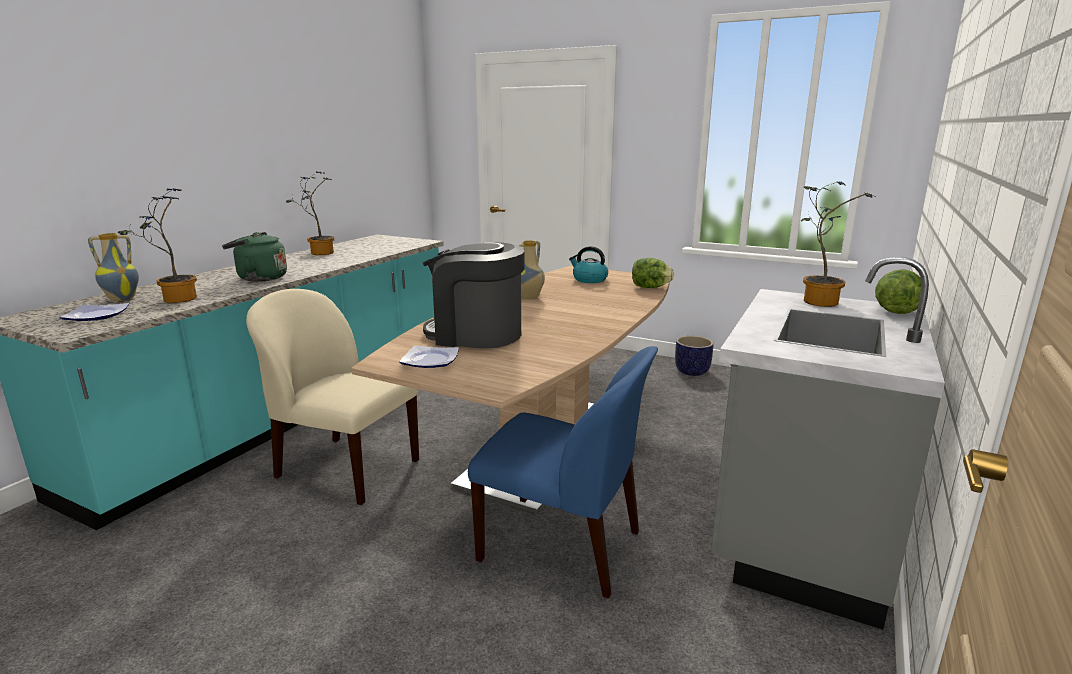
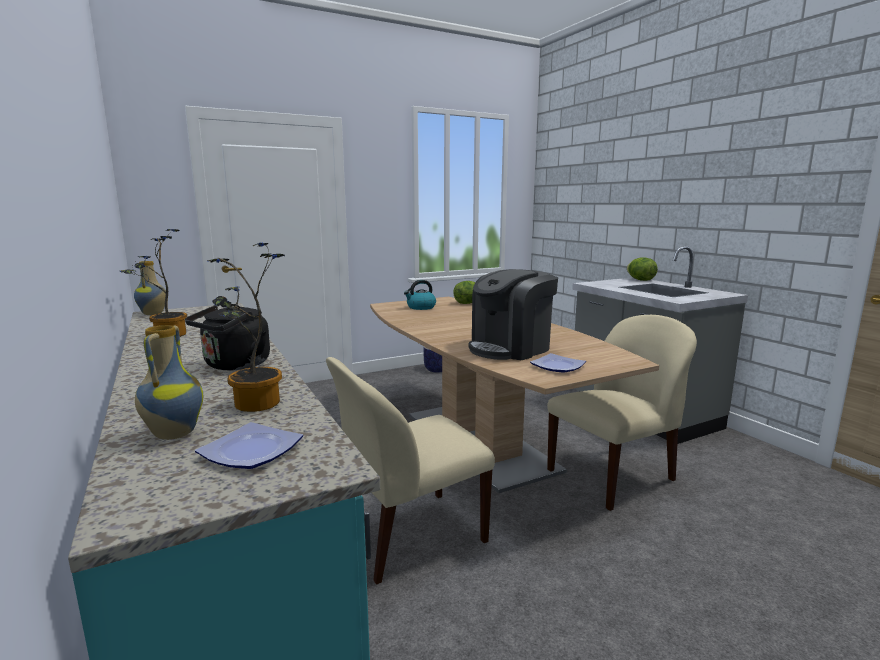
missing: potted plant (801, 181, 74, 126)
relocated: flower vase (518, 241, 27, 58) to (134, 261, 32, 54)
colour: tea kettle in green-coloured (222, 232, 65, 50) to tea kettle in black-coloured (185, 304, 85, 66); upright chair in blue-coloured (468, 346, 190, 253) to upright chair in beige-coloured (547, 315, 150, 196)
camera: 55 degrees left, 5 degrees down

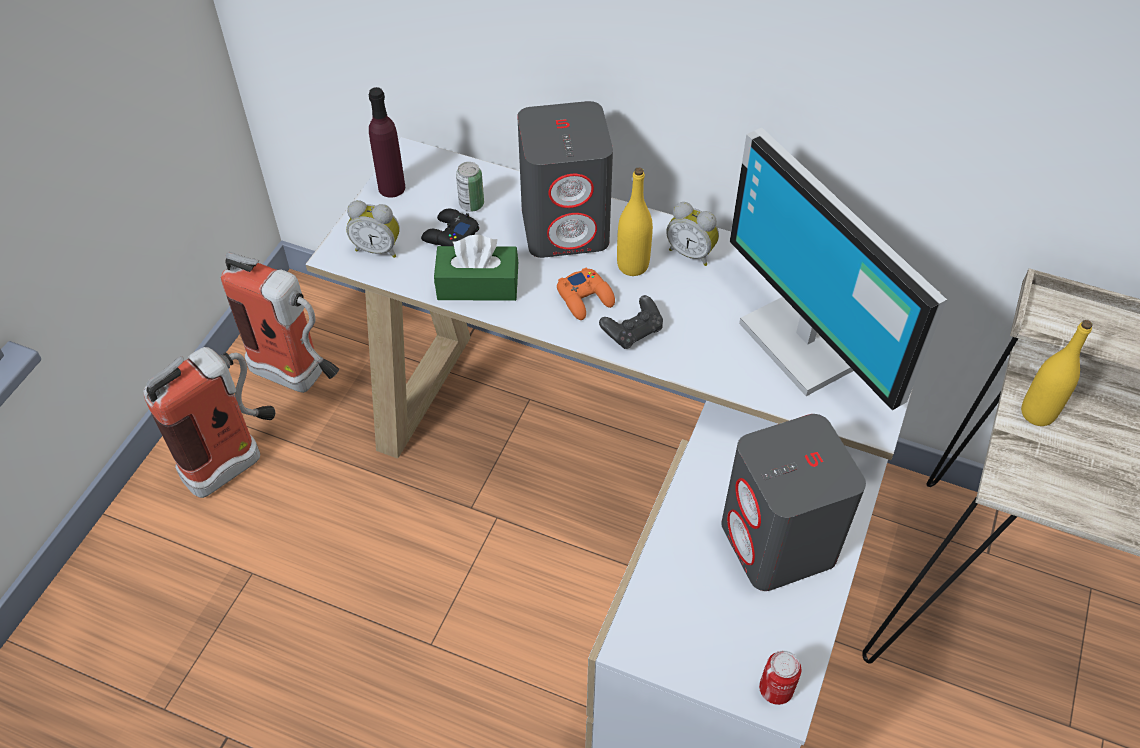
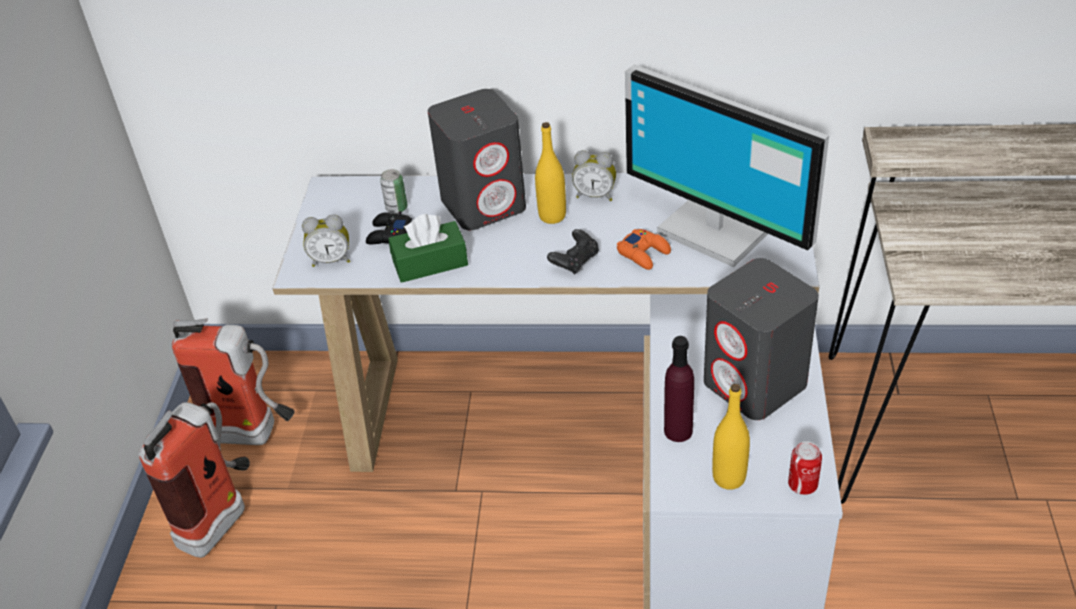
relocated: gamepad in orangey (557, 267, 58, 53) to (617, 229, 54, 41); drink bottle in purple-coloured (369, 87, 36, 111) to (664, 336, 30, 106); drink bottle in yellow (1021, 320, 71, 106) to (712, 384, 38, 106)
camera: 15 degrees left, 10 degrees down

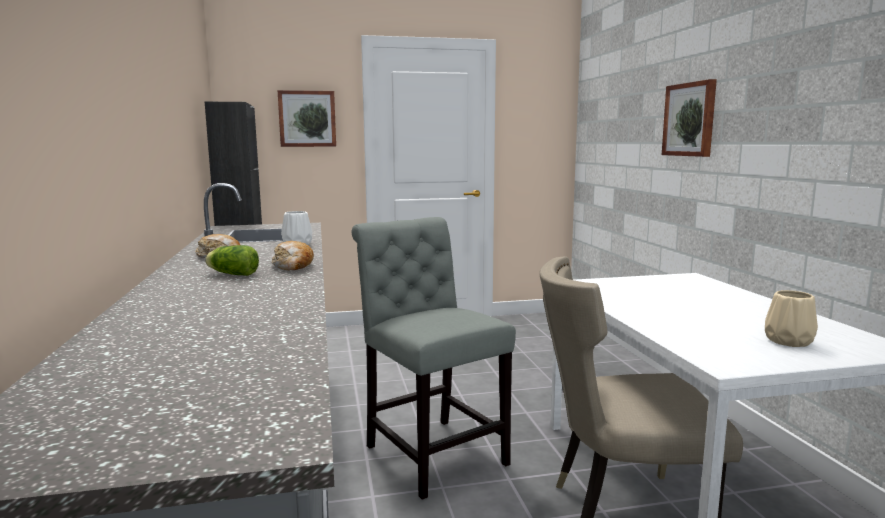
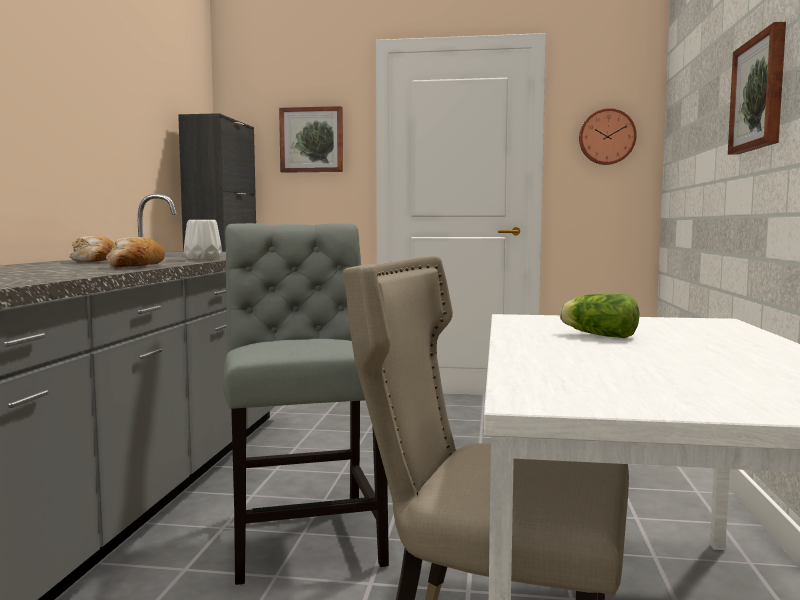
missing: flower vase in beige-coloured (765, 290, 53, 57)
appeared: wall clock (579, 108, 58, 57)
relocated: head of lettuce (205, 245, 54, 31) to (560, 294, 79, 44)
camera: 20 degrees right, 5 degrees down

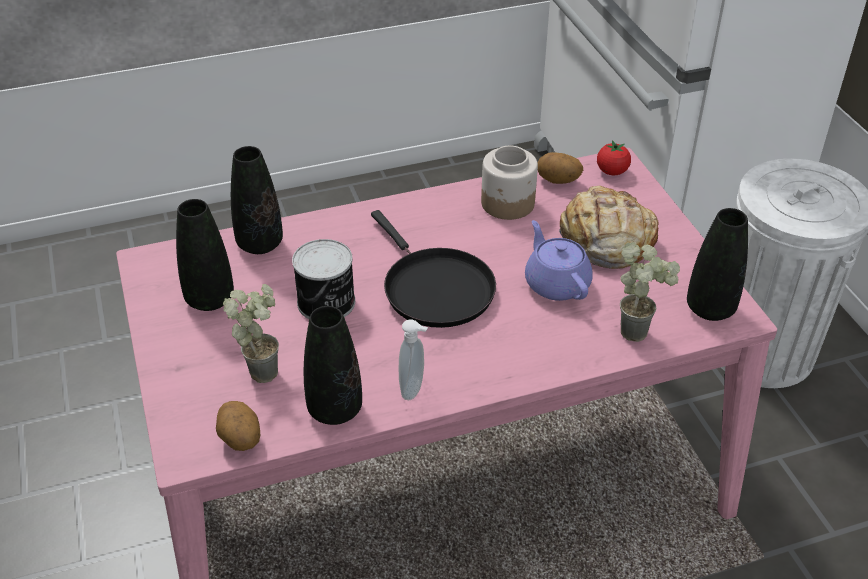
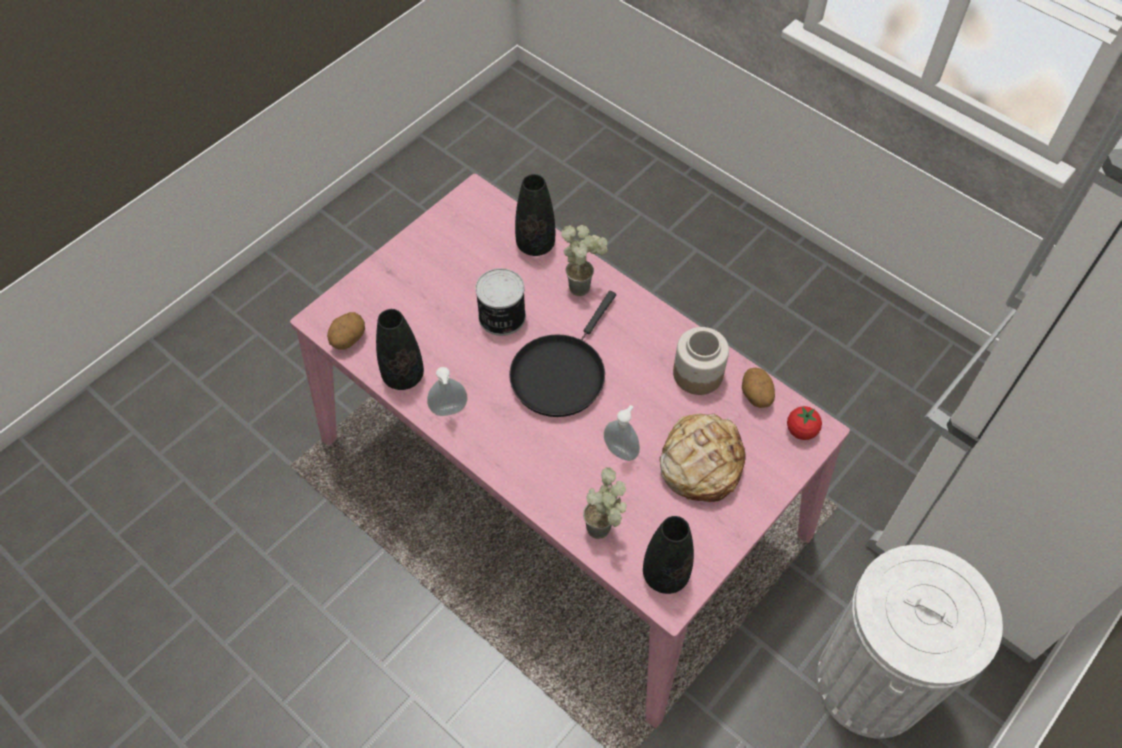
missing: flower vase in black-coloured (176, 199, 58, 112)
relocated: potted plant (223, 284, 56, 99) to (561, 225, 46, 71)
exchanged: pot for tea in purple-coloured (525, 220, 68, 81) to liquid soap bottle (604, 405, 36, 56)
camera: 60 degrees right, 15 degrees up

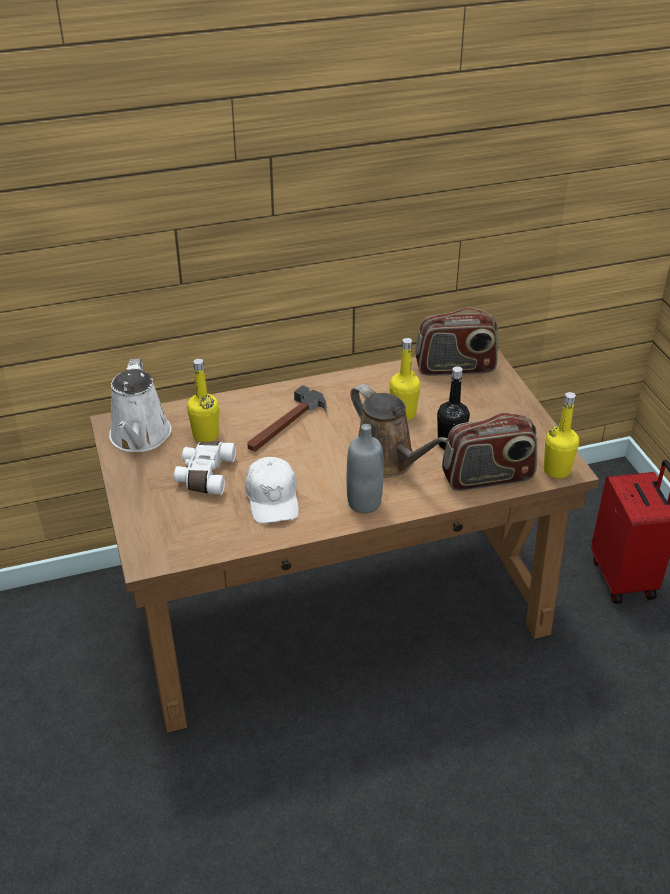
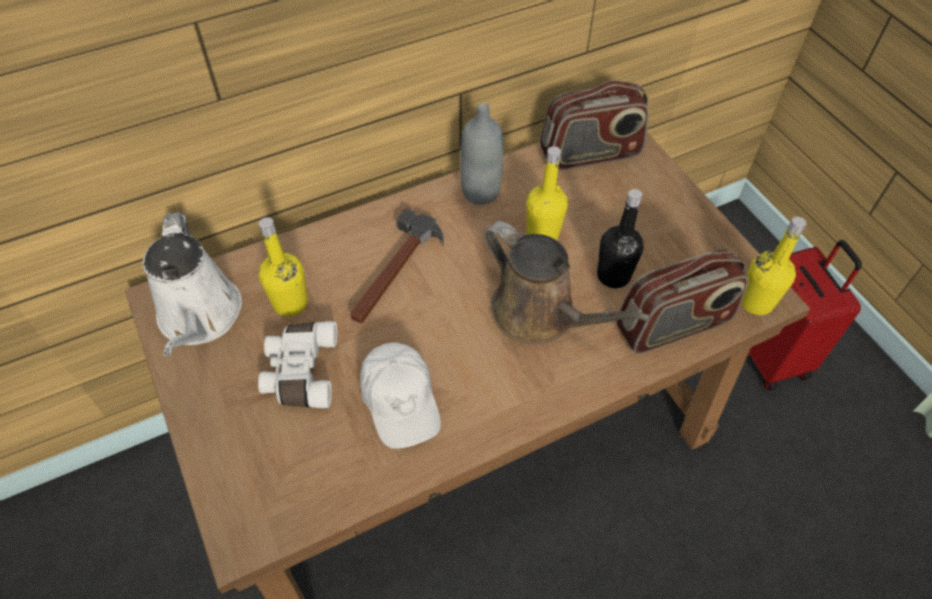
relocated: drink bottle in grey (347, 424, 37, 89) to (460, 103, 43, 102)
camera: 10 degrees left, 15 degrees up

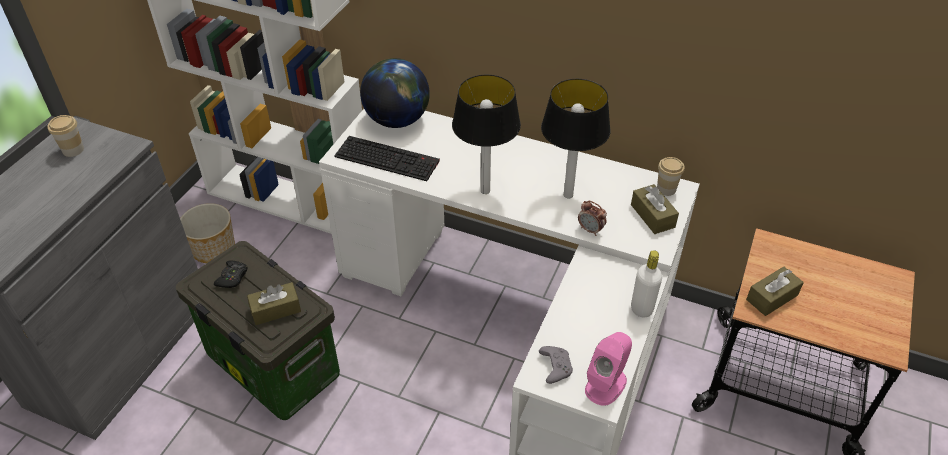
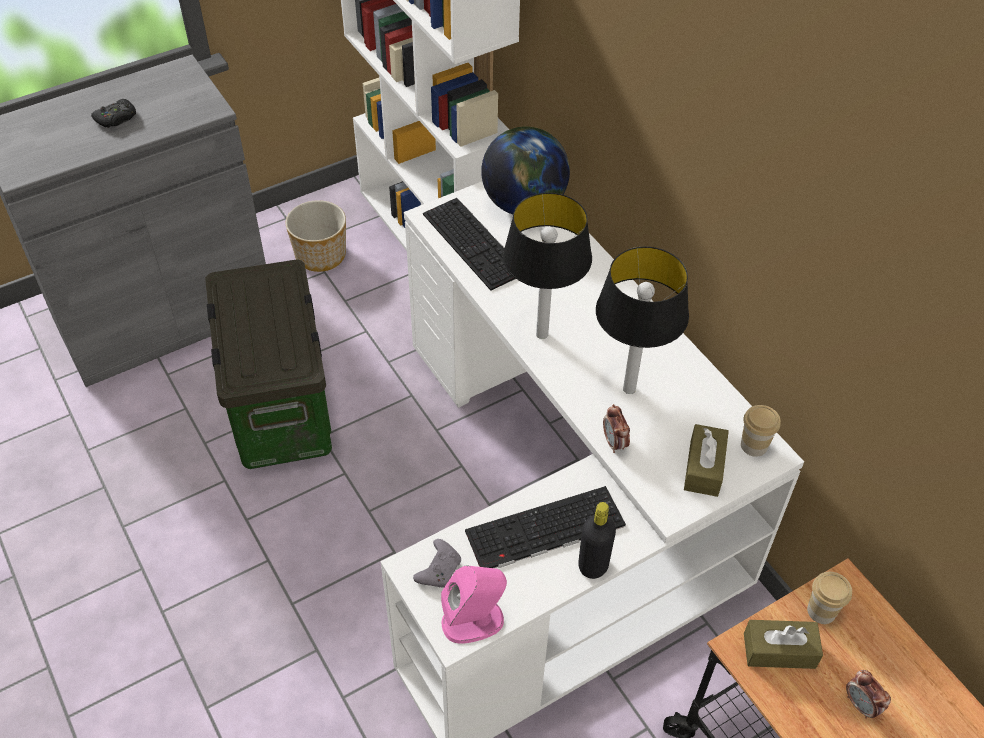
missing: tissue box in brown (247, 282, 54, 43)
appeared: computer keyboard (465, 486, 161, 82); bedside clock (846, 670, 45, 49)
relocated: gamepad in black-coloured (214, 261, 34, 27) to (91, 99, 45, 29); cup (47, 115, 37, 42) to (807, 572, 45, 52)
colour: drink bottle in white-coloured (631, 250, 31, 67) to drink bottle in black-coloured (578, 502, 38, 77)
camera: 35 degrees right, 5 degrees up

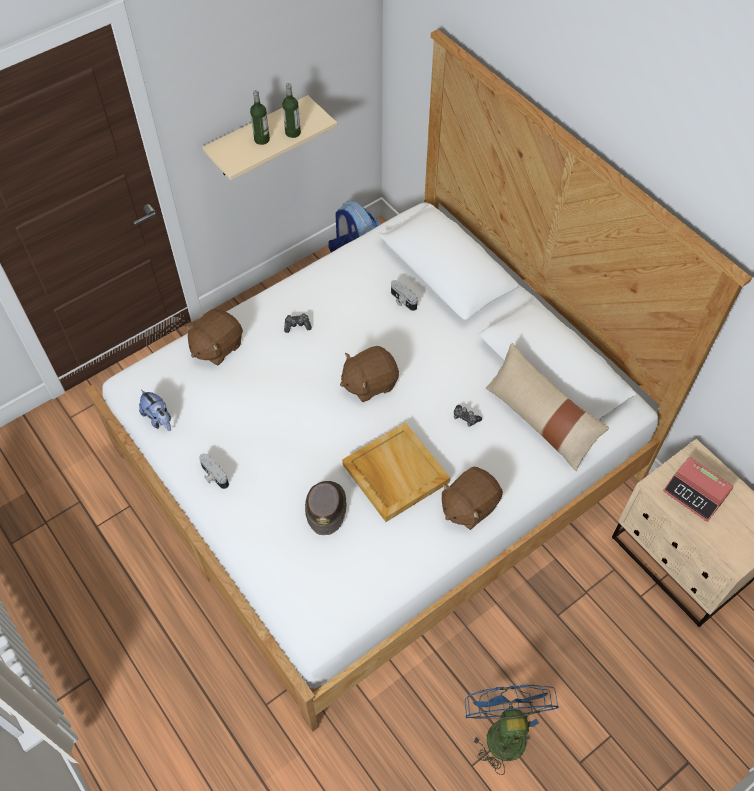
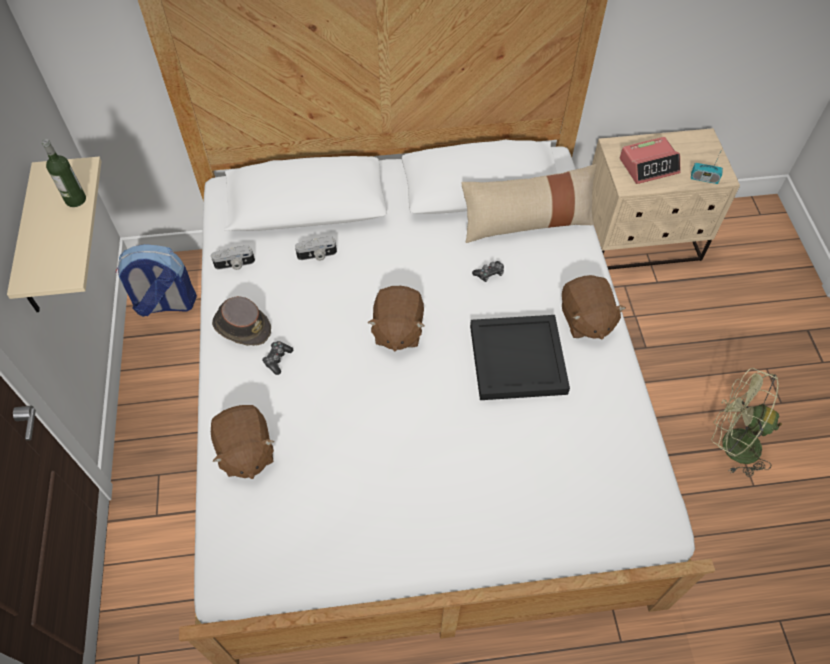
missing: soft toy (139, 389, 32, 42); drink bottle (250, 90, 20, 55)
appeared: radio (691, 147, 32, 37)
relocated: photo camera (199, 454, 30, 35) to (211, 245, 44, 25); clothing hat in brown (305, 481, 41, 54) to (212, 296, 59, 50)
colour: carrying tray in beige-coloured (342, 422, 108, 100) to carrying tray in black-coloured (470, 315, 100, 85); cooling fan in blue-coloured (465, 685, 94, 90) to cooling fan in green-coloured (711, 368, 71, 109)
camera: 60 degrees left, 0 degrees up

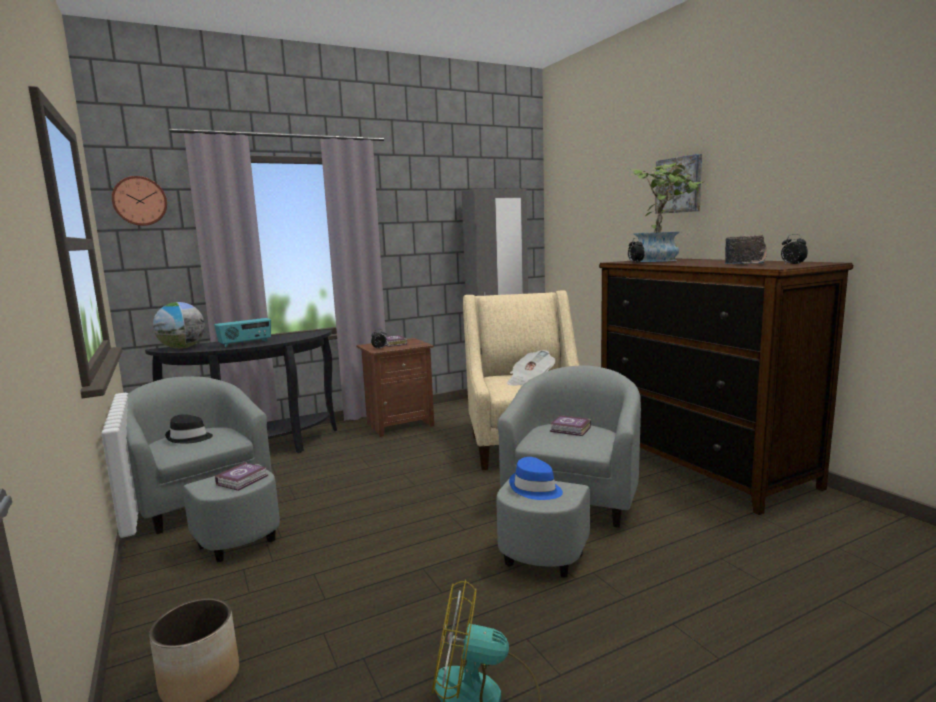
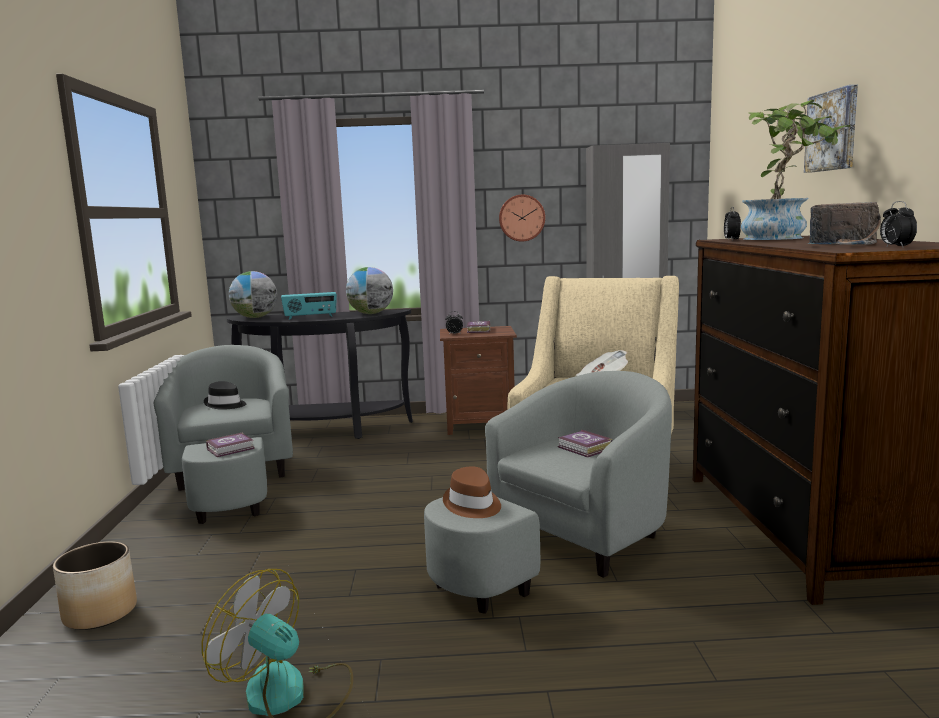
appeared: desk globe (346, 267, 47, 47)
relocated: wall clock (112, 176, 55, 50) to (499, 194, 46, 48)
colour: clothing hat in blue-coloured (509, 457, 54, 43) to clothing hat in brown (443, 466, 58, 52)
camera: 25 degrees right, 0 degrees up

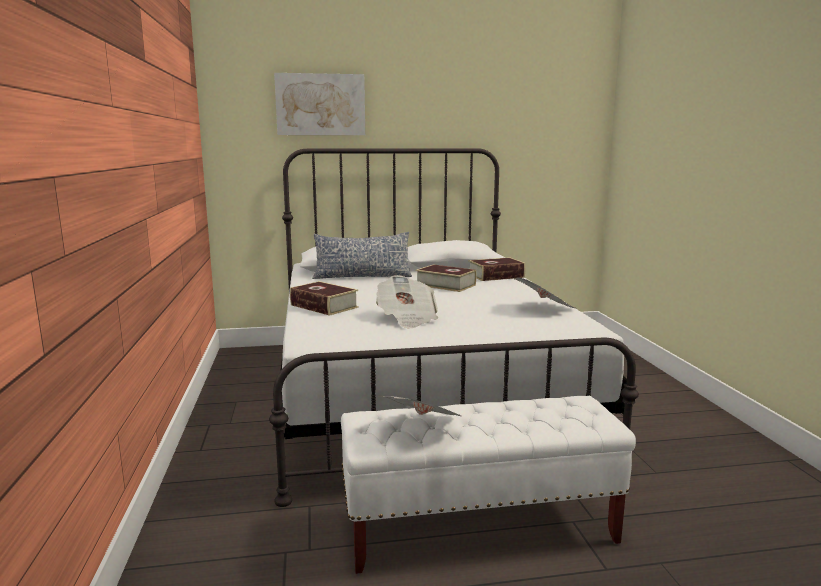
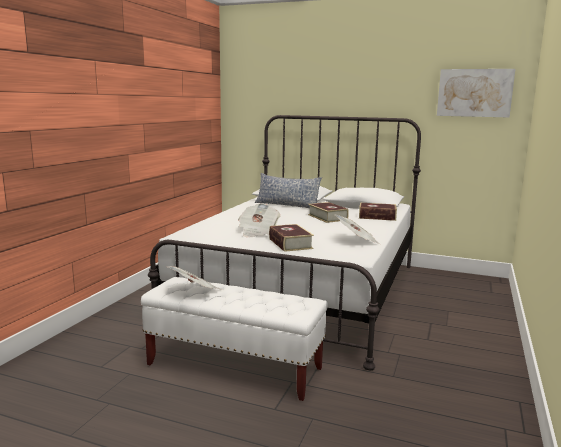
relocated: volume (290, 281, 69, 35) to (269, 224, 45, 28); wall picture (274, 73, 91, 62) to (437, 69, 78, 48)
camera: 30 degrees right, 0 degrees up

